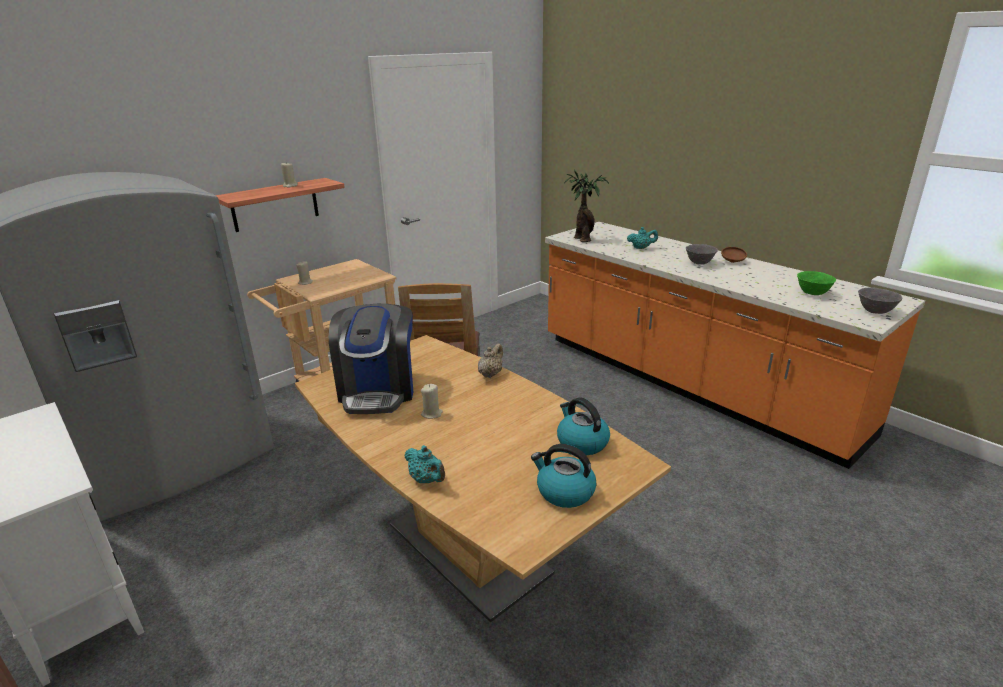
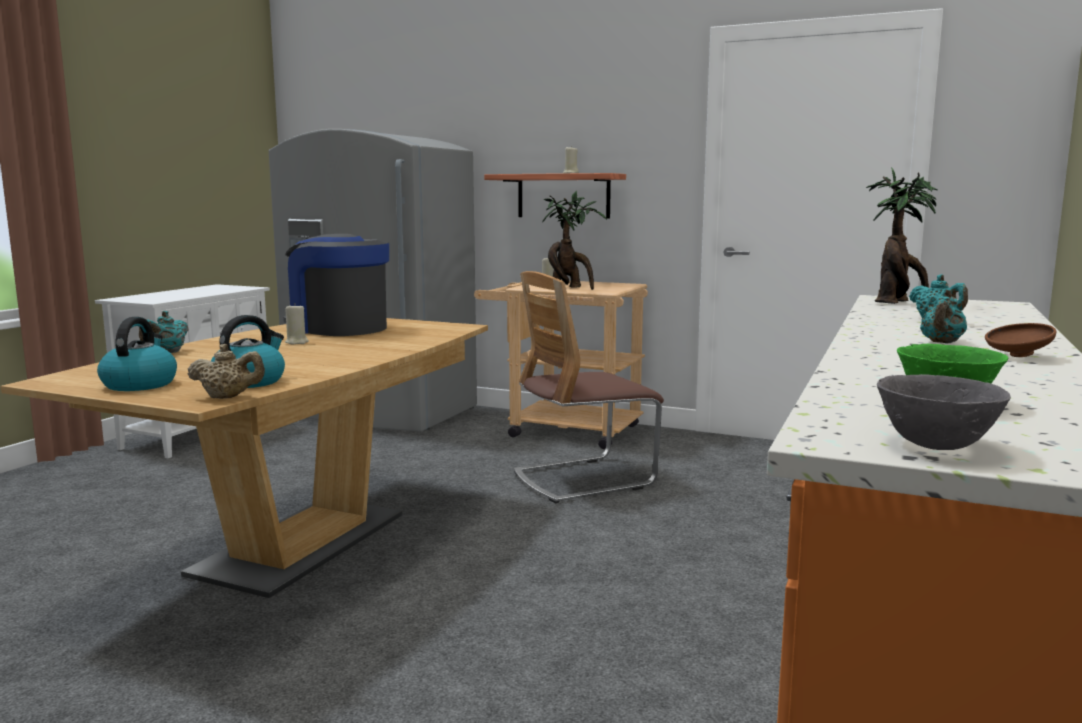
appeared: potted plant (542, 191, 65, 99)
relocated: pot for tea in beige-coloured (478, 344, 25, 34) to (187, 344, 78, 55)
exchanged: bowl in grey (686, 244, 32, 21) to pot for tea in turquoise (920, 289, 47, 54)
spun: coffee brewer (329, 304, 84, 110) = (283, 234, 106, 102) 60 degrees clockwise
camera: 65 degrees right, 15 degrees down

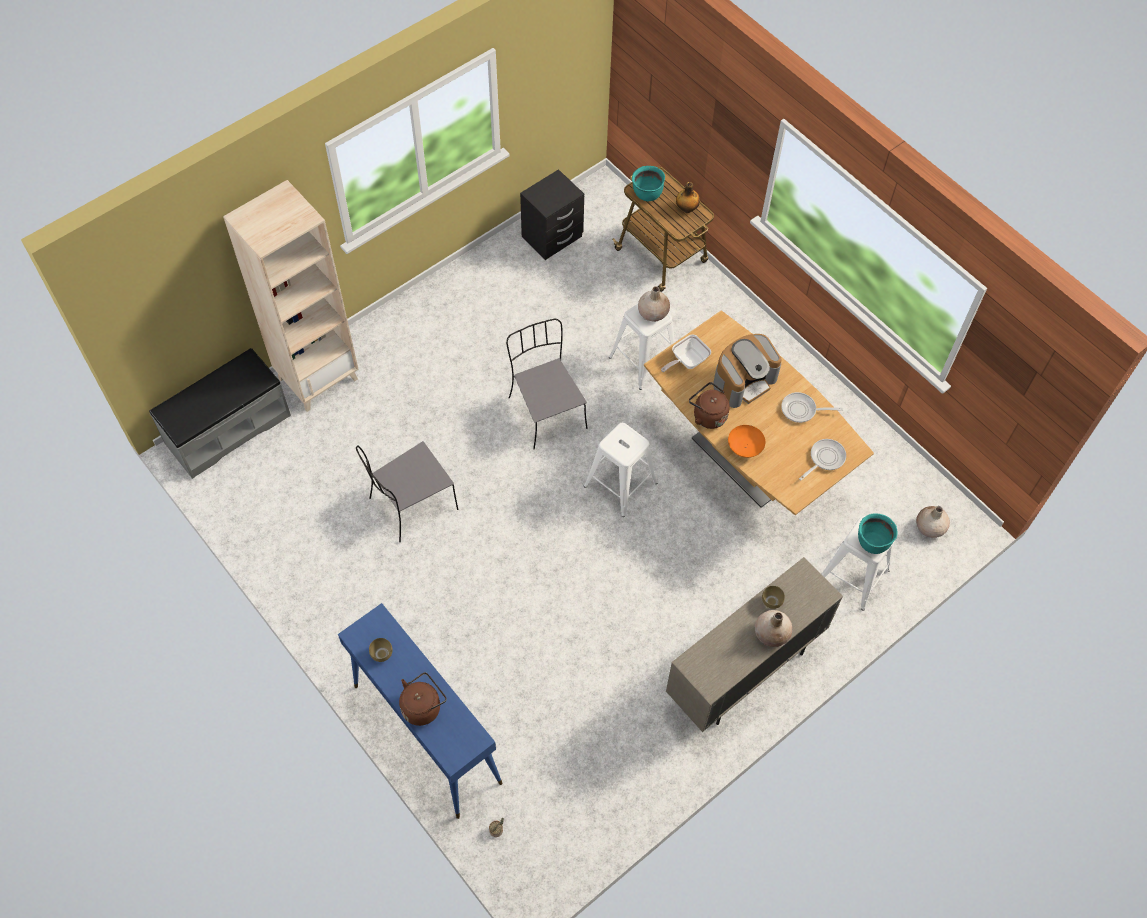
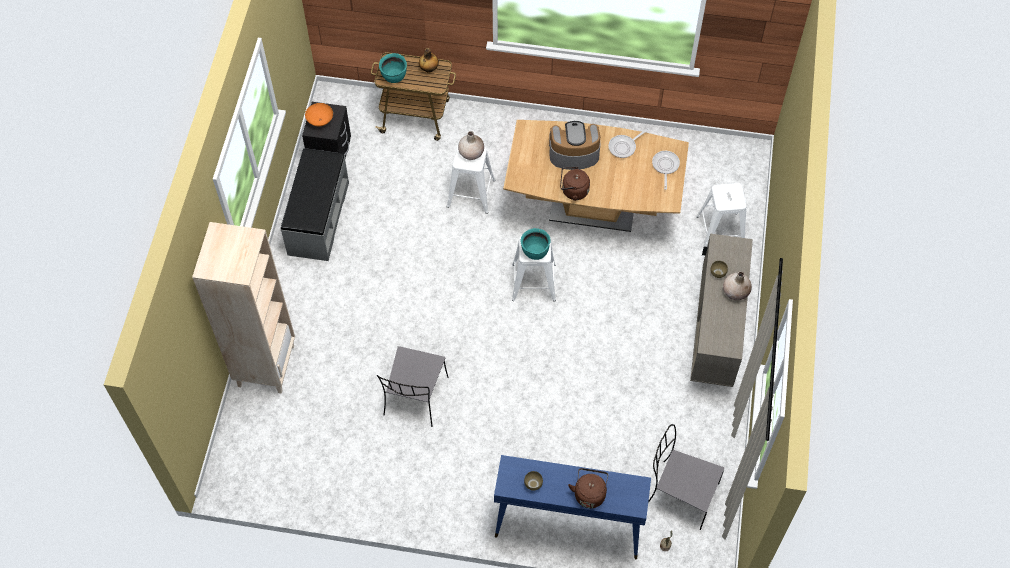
missing: skillet (661, 334, 50, 38); flower vase in beige-coloured (916, 506, 34, 32)
relocated: indoor bench in grey (149, 348, 142, 131) to (281, 148, 68, 113); bowl in orangey (728, 425, 38, 33) to (305, 103, 28, 23); saucepot in turquoise (858, 513, 39, 41) to (521, 228, 30, 32); upright chair in grey (506, 319, 82, 130) to (648, 424, 76, 106)
spun: coffee brewer (713, 334, 69, 74) = (549, 121, 51, 49) 105 degrees counterclockwise
camera: 40 degrees left, 0 degrees up

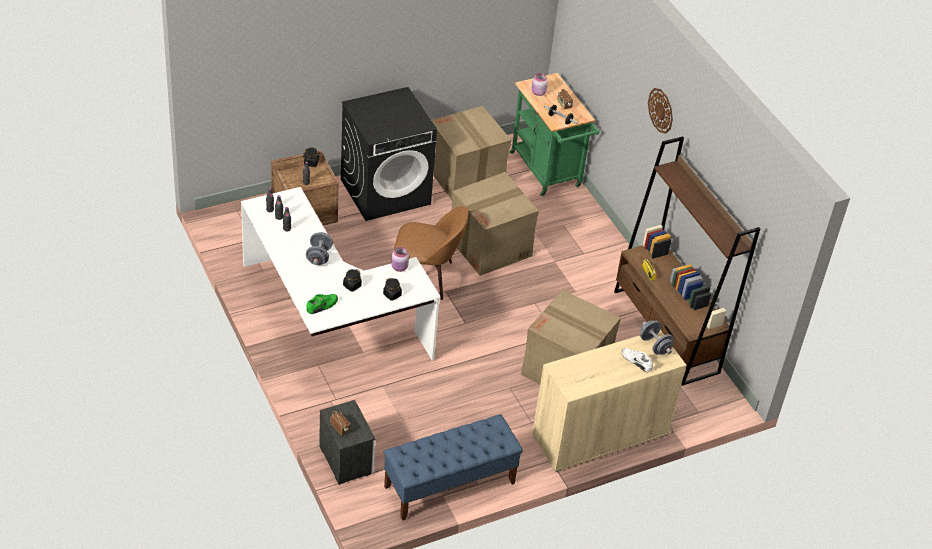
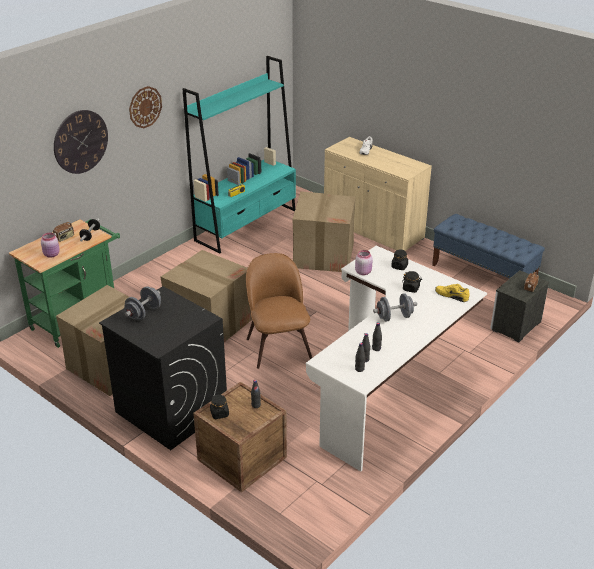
appeared: wall clock (54, 110, 54, 64)
relocated: dumbbell in grey (640, 320, 34, 35) to (124, 286, 37, 35)
colour: bookshelf in brown (614, 137, 147, 249) to bookshelf in turquoise (183, 56, 113, 198); shoe in green-coloured (306, 294, 32, 20) to shoe in yellow (435, 284, 35, 18)
camera: 110 degrees left, 10 degrees down

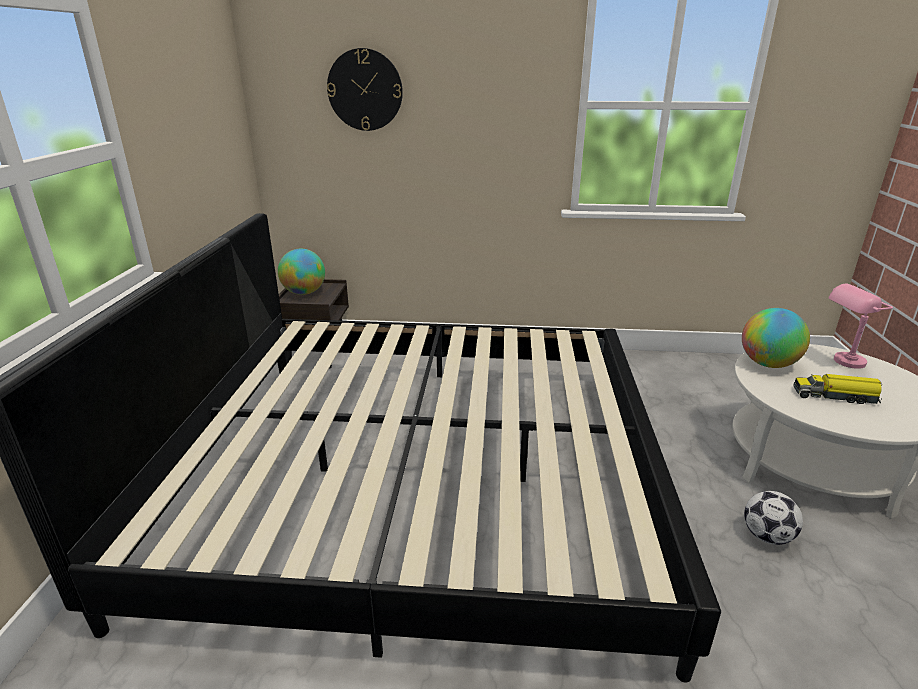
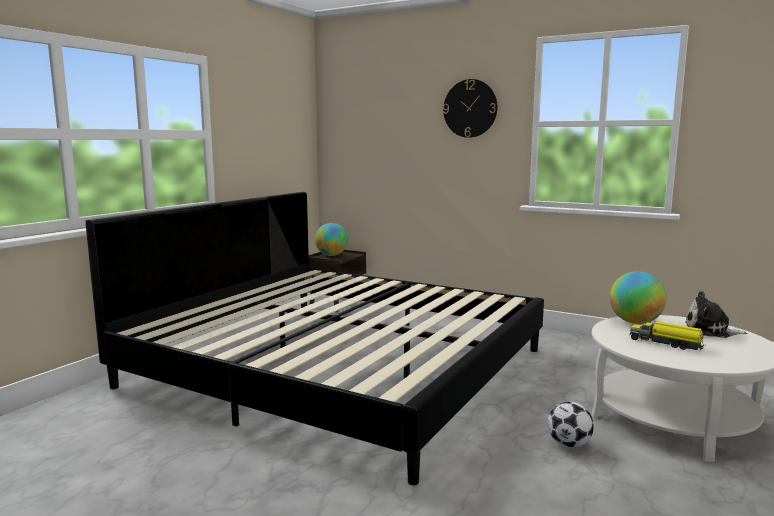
relocated: wall clock (327, 48, 76, 83) to (443, 79, 54, 59)
exchanged: tabletop lamp in pink (828, 284, 65, 85) to soft toy (685, 291, 62, 47)
camera: 25 degrees right, 15 degrees down

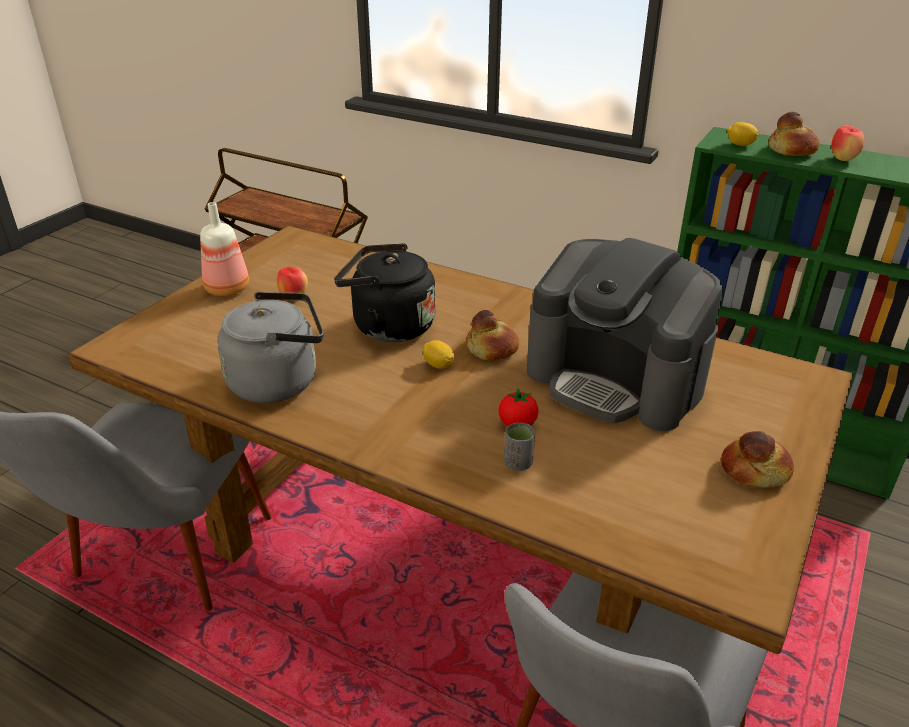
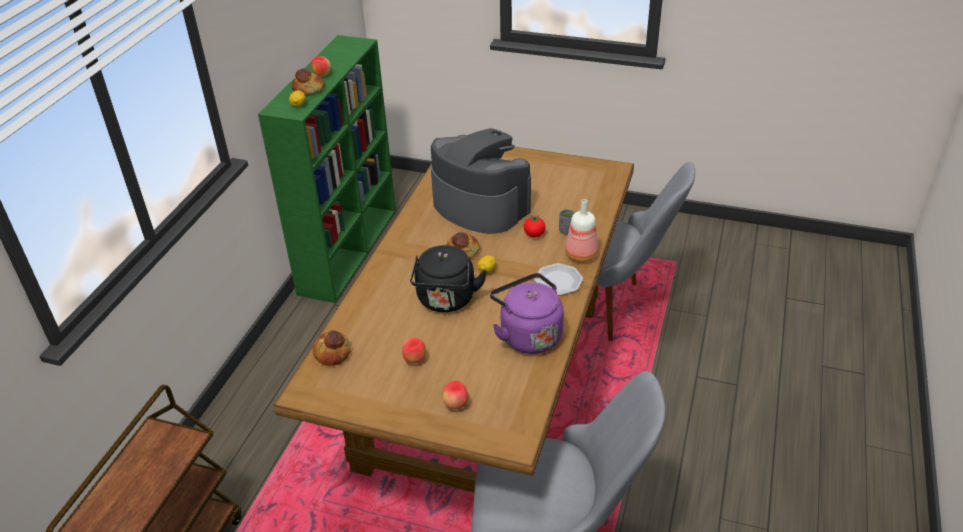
appeared: apple (442, 381, 26, 28); dinner plate (534, 263, 49, 32)
relocated: bakery bread (721, 431, 73, 57) to (313, 330, 38, 36); drink bottle (200, 202, 49, 94) to (565, 199, 33, 63)
colour: tea kettle in grey (217, 292, 106, 111) to tea kettle in purple-coloured (490, 273, 74, 81)
spun: coffee brewer (527, 238, 196, 193) = (431, 128, 100, 106) 75 degrees counterclockwise
camera: 100 degrees left, 5 degrees up

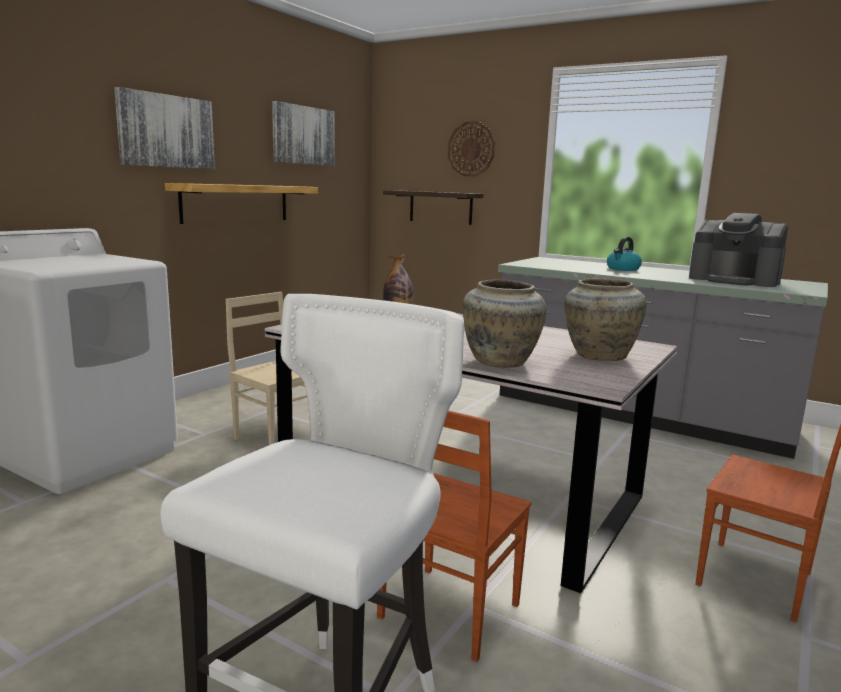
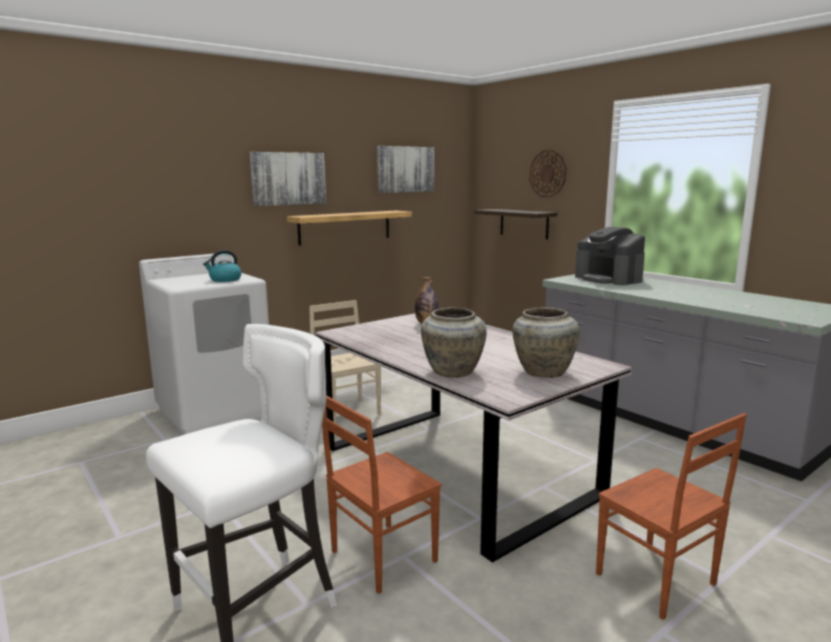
relocated: tea kettle (607, 237, 35, 34) to (203, 250, 39, 32); coffee brewer (689, 213, 99, 74) to (575, 227, 70, 58)
camera: 20 degrees right, 0 degrees up

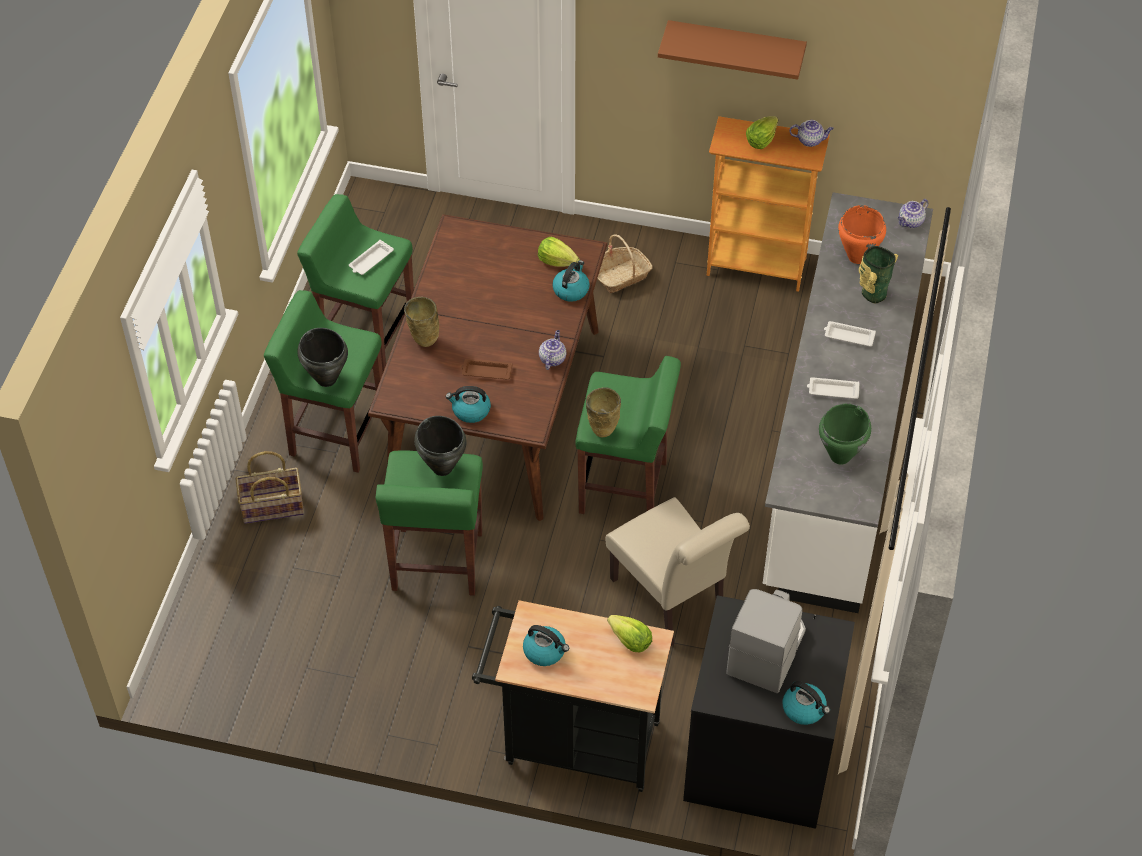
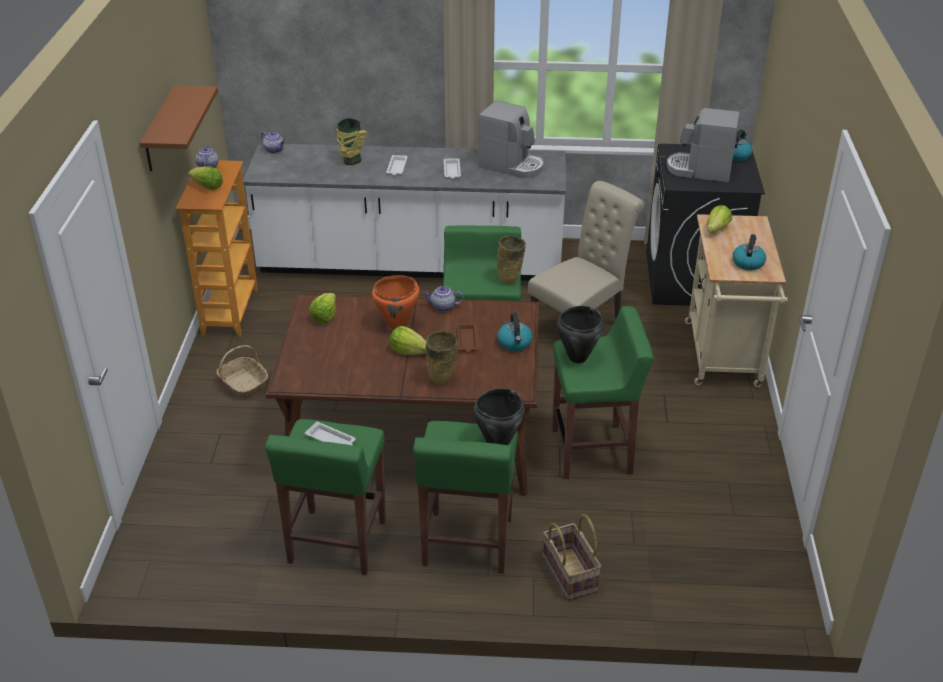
missing: tea kettle (552, 260, 38, 42)
appeared: head of lettuce (390, 326, 36, 29)
relocated: saucepot in orangey (838, 205, 48, 59) to (372, 275, 48, 55)
exchanged: saucepot in green-coloured (819, 404, 52, 61) to coffee brewer (478, 101, 66, 77)
colour: wheeled cart in black-coloured (472, 600, 202, 192) to wheeled cart in beige-coloured (685, 214, 103, 173)
camera: 100 degrees left, 15 degrees down

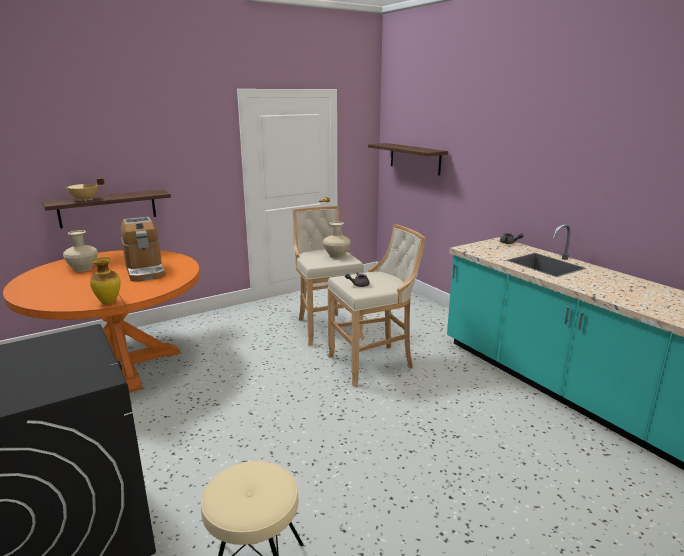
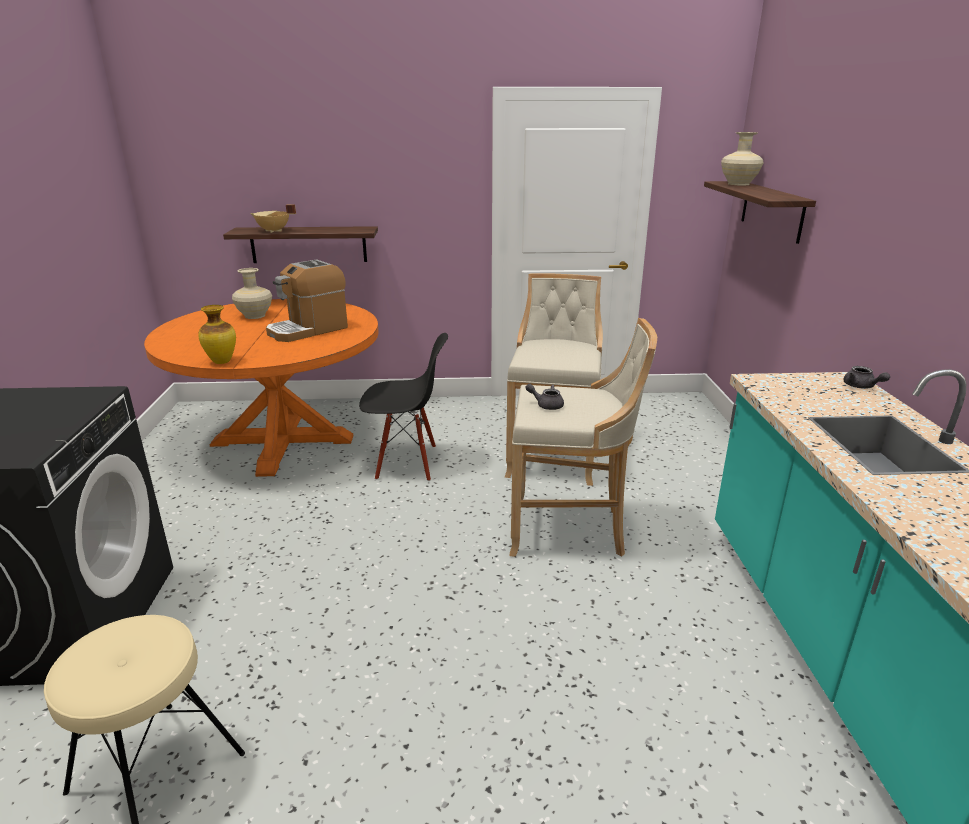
appeared: upright chair in black-coloured (359, 333, 89, 148)
relocated: flower vase in beige-coloured (323, 222, 27, 36) to (721, 132, 42, 54)
spun: coffee brewer (121, 217, 45, 65) = (266, 259, 82, 83) 45 degrees clockwise
camera: 30 degrees right, 5 degrees up

